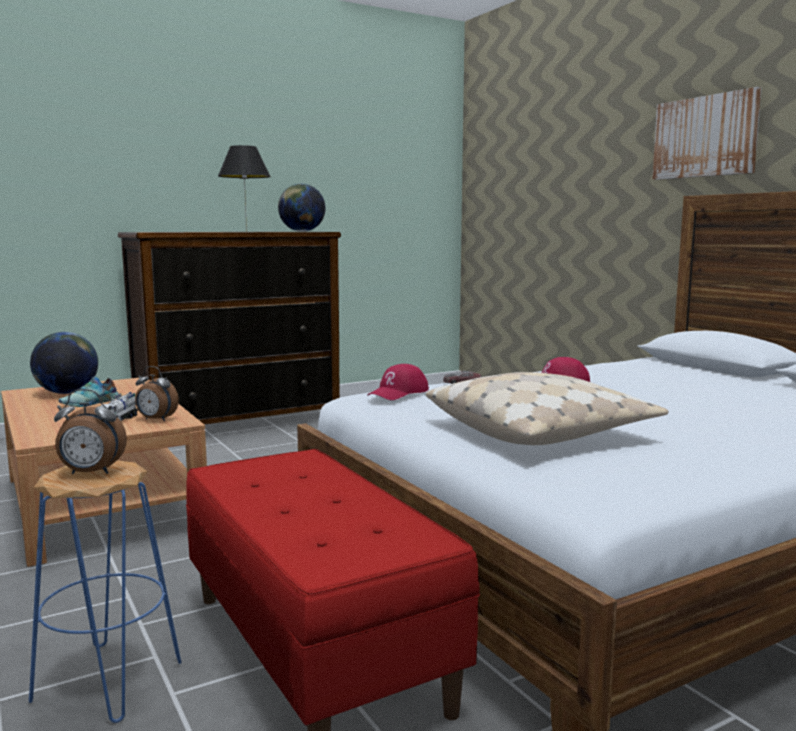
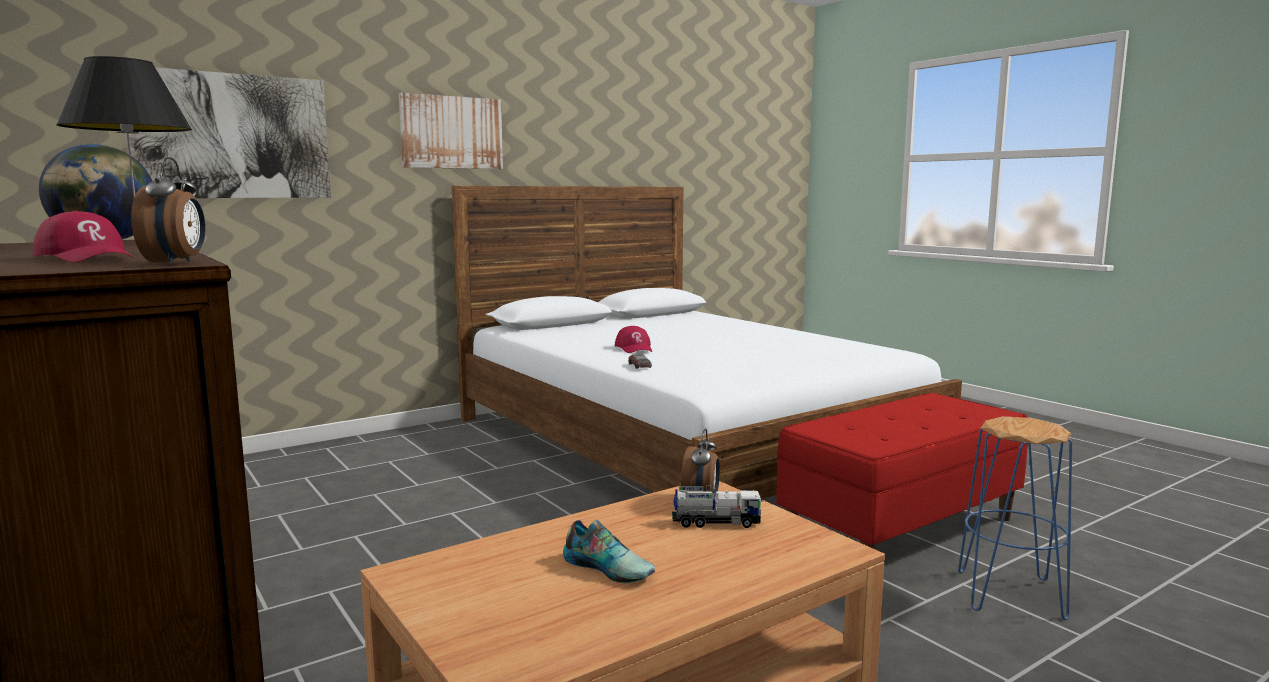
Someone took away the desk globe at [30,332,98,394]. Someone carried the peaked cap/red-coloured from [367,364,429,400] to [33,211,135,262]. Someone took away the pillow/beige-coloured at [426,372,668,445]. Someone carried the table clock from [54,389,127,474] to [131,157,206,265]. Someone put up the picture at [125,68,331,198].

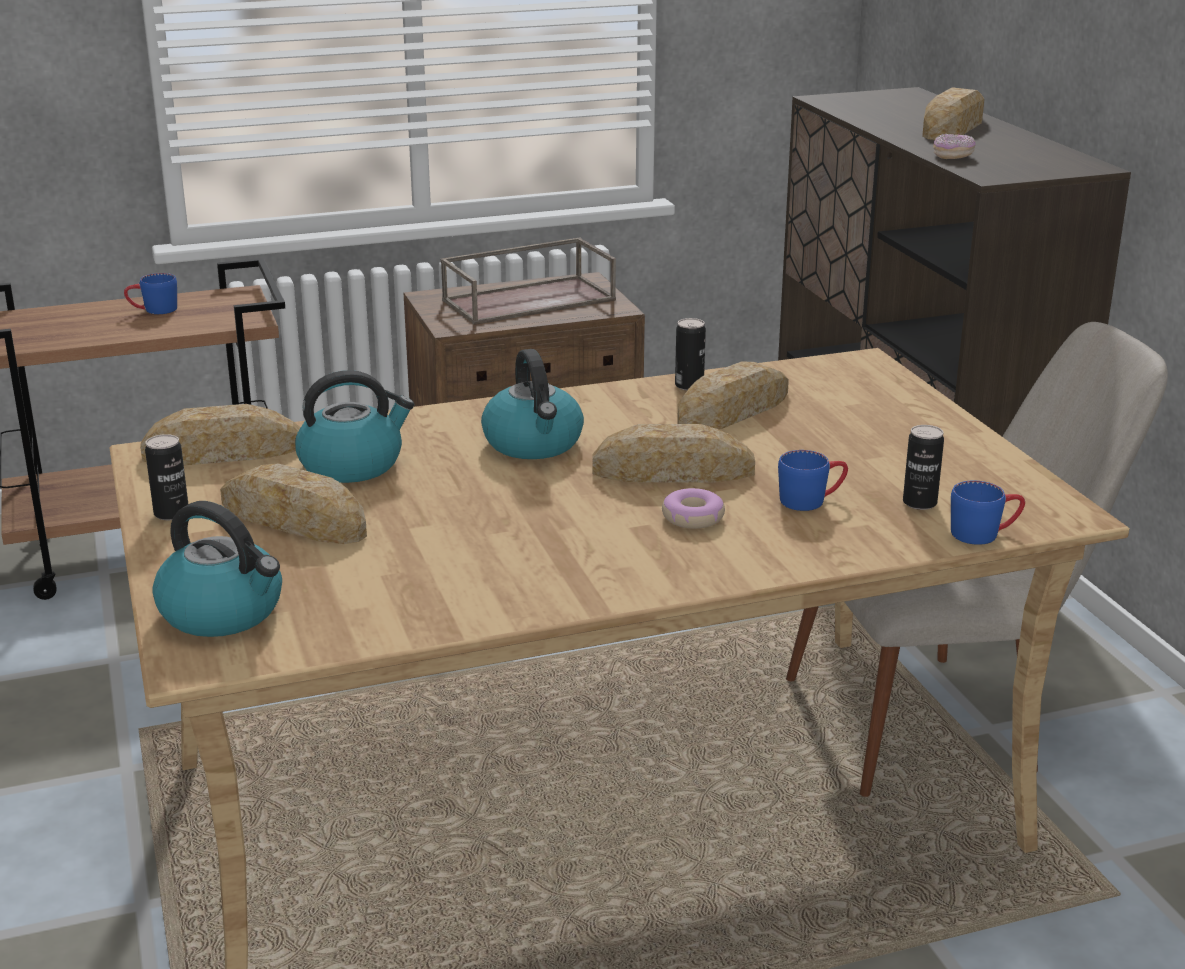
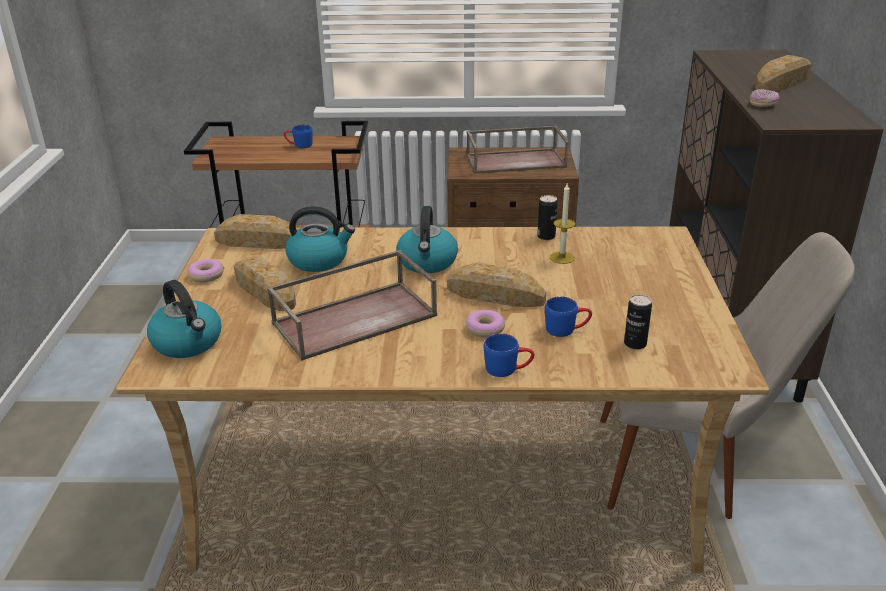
Someone swapped the bakery bread at [677,361,789,429] for the wax light at [550,184,575,264]. Someone swapped the can at [145,434,188,520] for the doughnut at [187,259,224,282]. Someone carried the coffee mug/blue from [951,481,1025,545] to [484,333,534,377]. Someone put down the carrying tray/brown-coloured at [267,250,437,361].

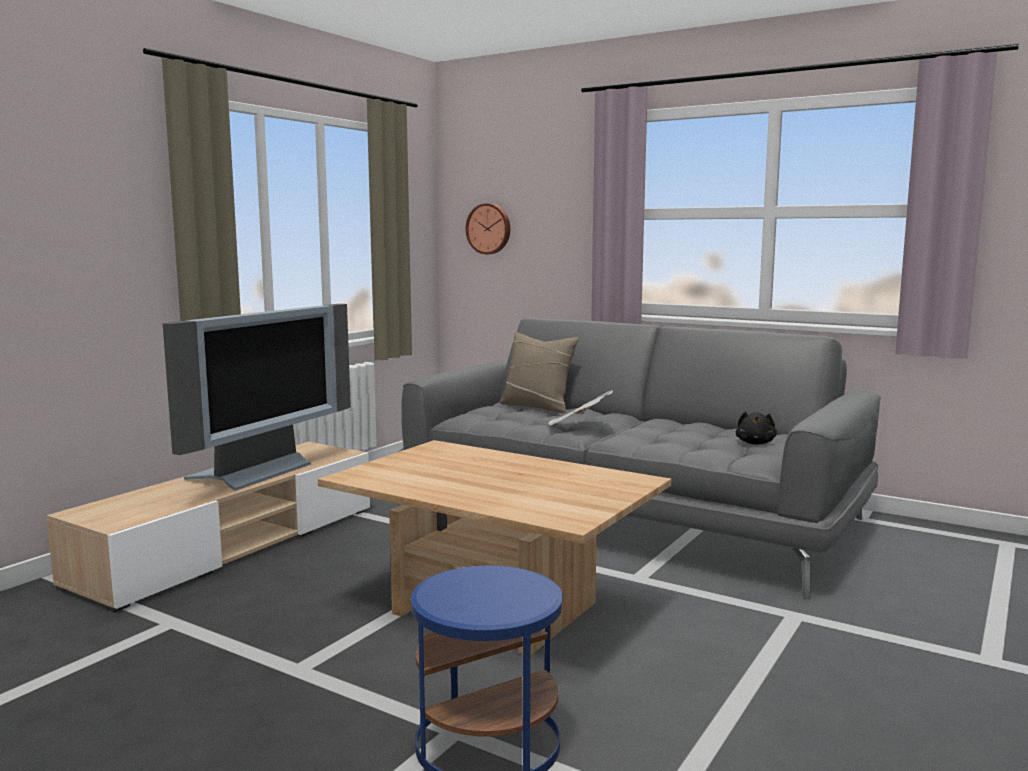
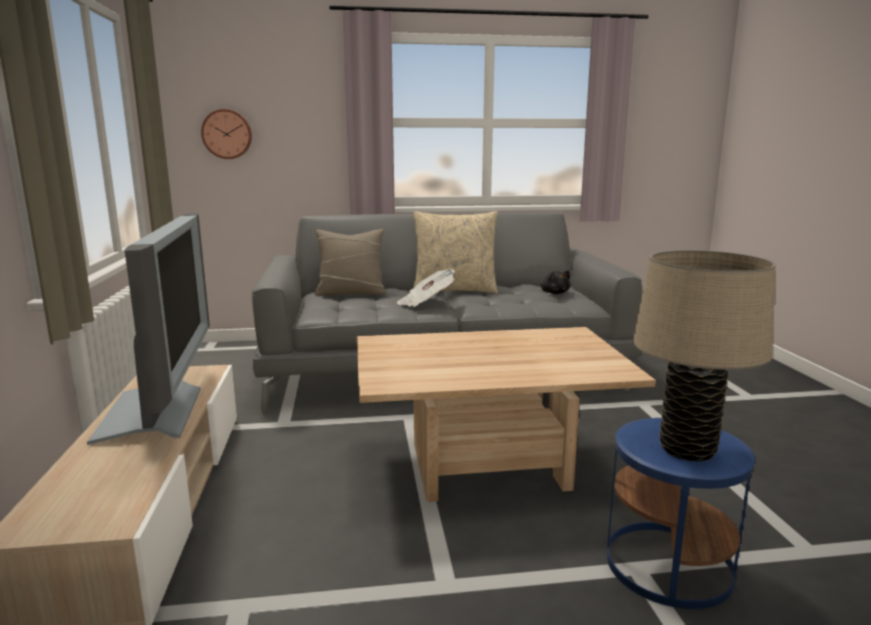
Someone put down the pillow/beige-coloured at [413,211,498,294]. Someone put down the tabletop lamp/beige-coloured at [633,250,775,461].

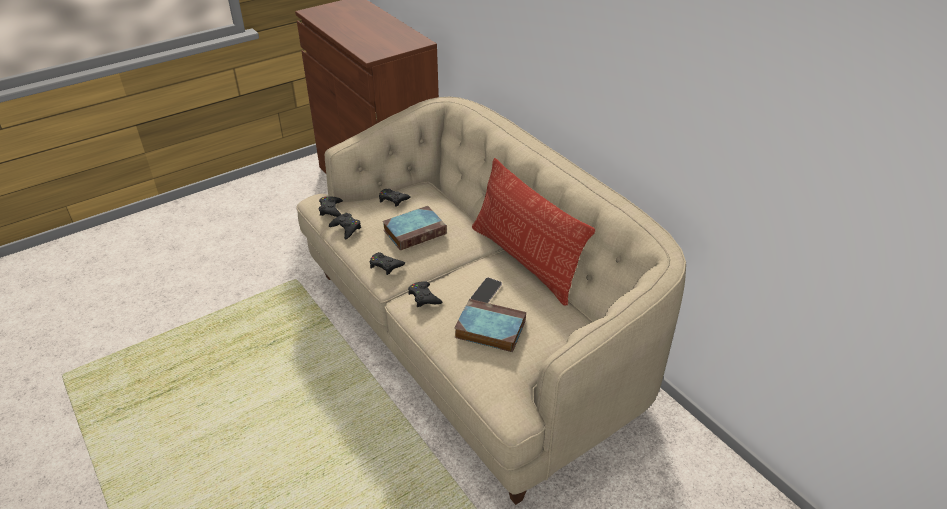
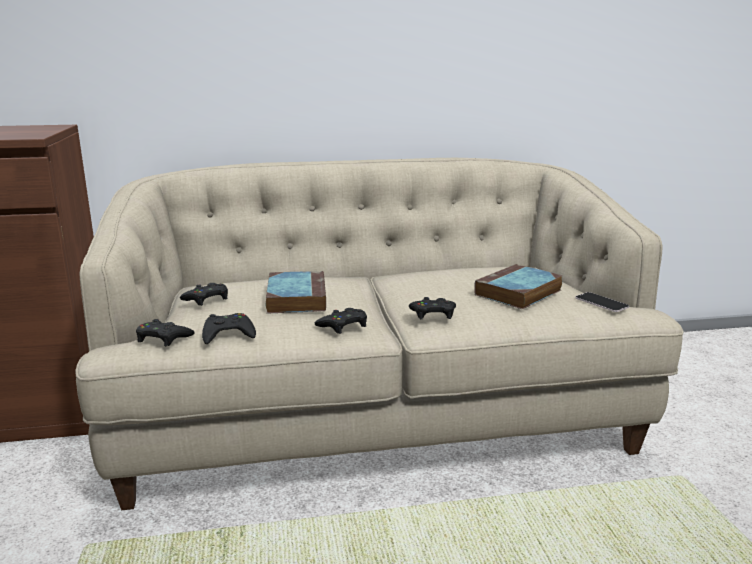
Someone took away the pillow at [472,158,595,306]. Someone carried the phone from [471,277,502,303] to [575,292,629,312].

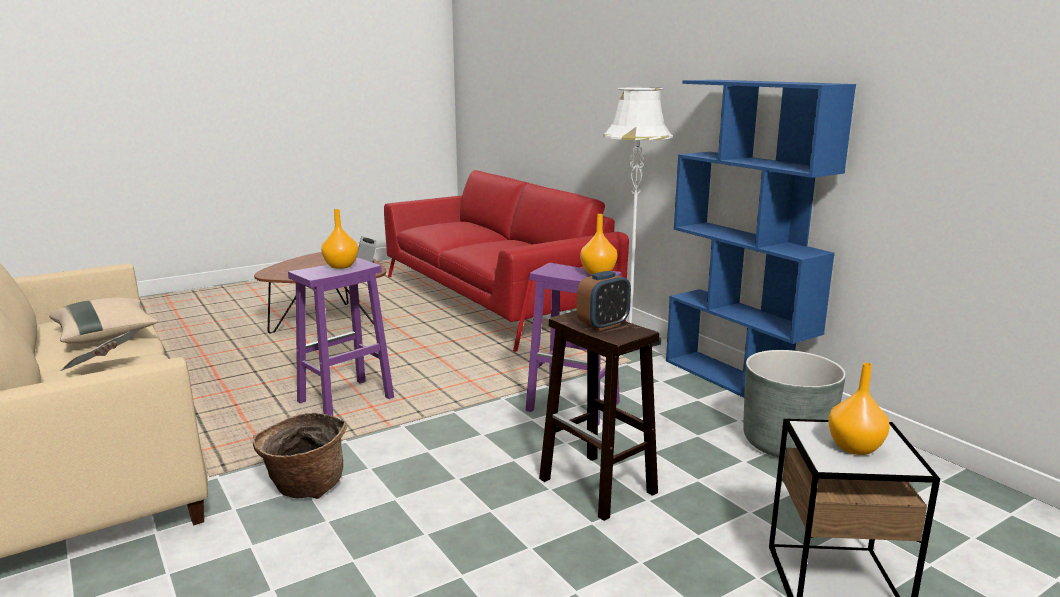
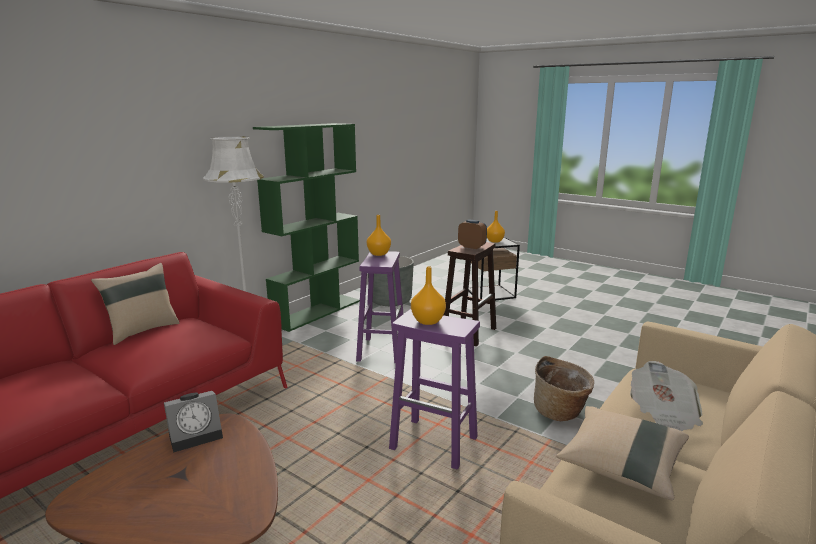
Someone repainted the shelving unit/blue at [666,80,856,398], which became the shelving unit/green-coloured at [253,123,360,332]. Someone put down the pillow/beige-coloured at [91,263,179,345].

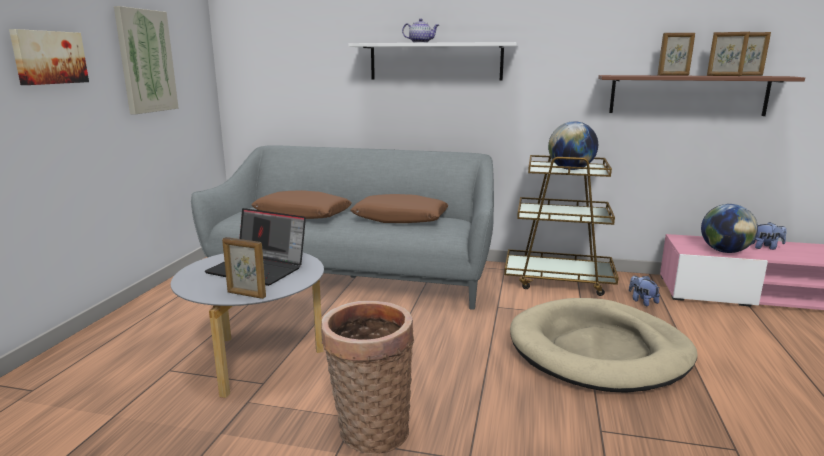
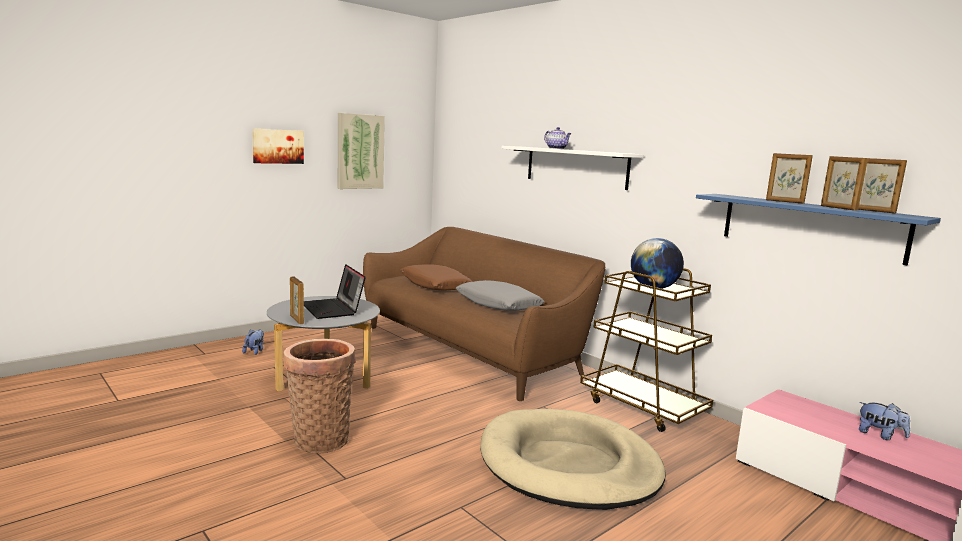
Someone repainted the shelf/brown-coloured at [598,75,805,116], which became the shelf/blue at [696,194,941,265]. Someone repainted the couch/gray at [191,145,494,310], which became the couch/brown-coloured at [363,227,605,401]. Someone repainted the pillow/brown-coloured at [351,194,448,223], which became the pillow/gray at [456,280,545,311]. Someone took away the desk globe at [701,204,758,253]. Someone carried the plush toy from [629,276,660,306] to [242,329,264,355].

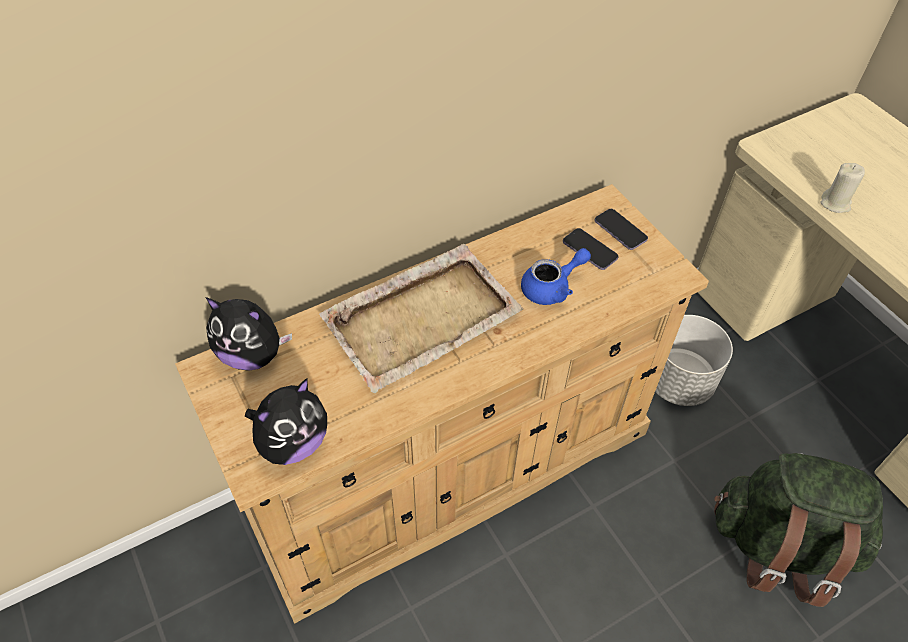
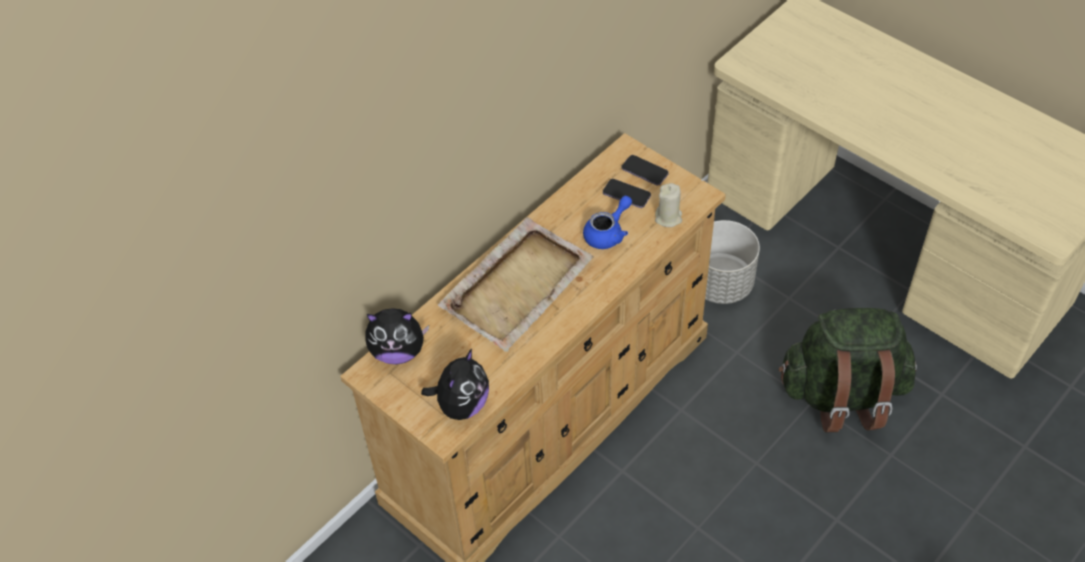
Someone carried the wax light/beige-coloured from [820,163,865,213] to [655,183,682,227].

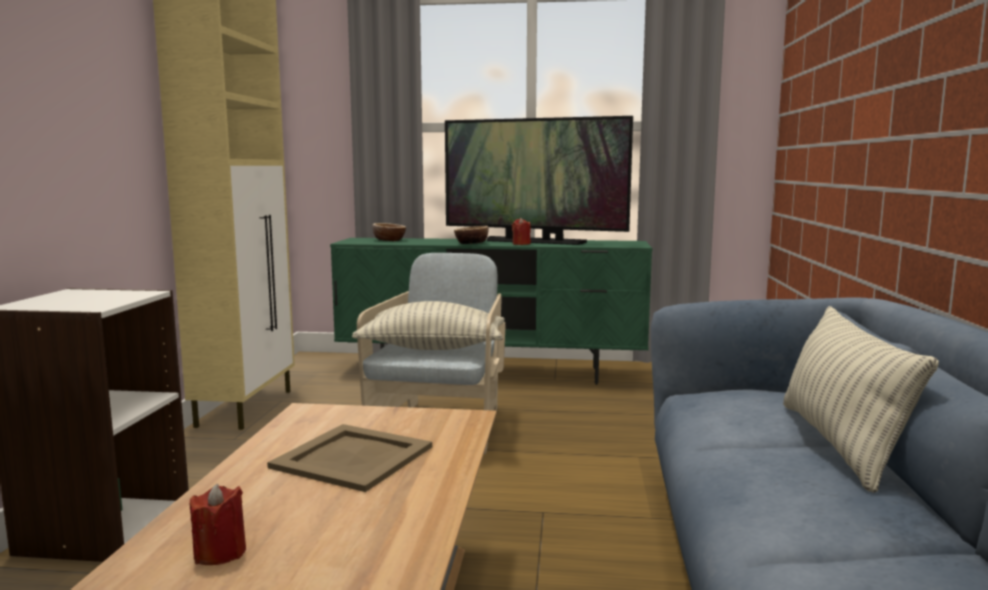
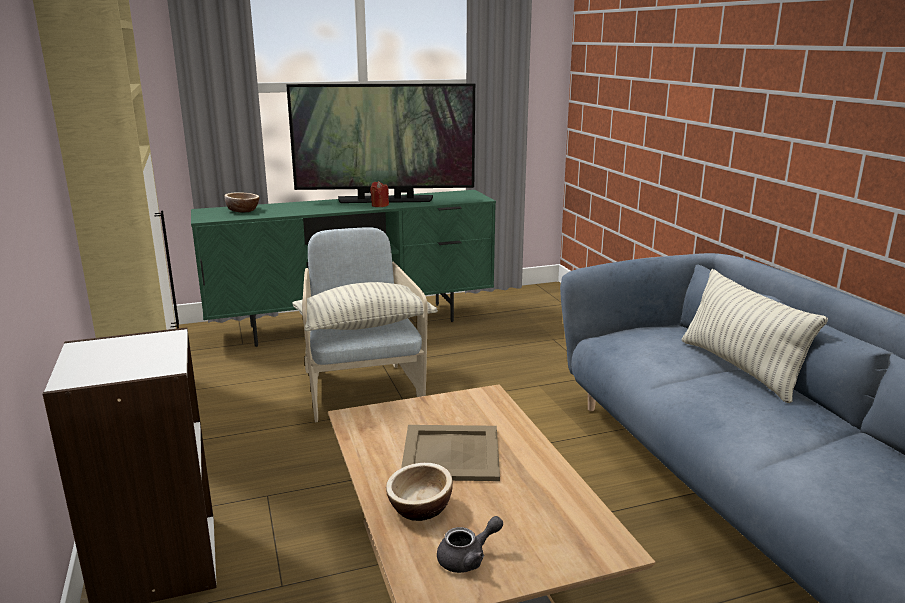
Someone carried the serving bowl from [454,226,489,244] to [386,463,453,521]. Someone swapped the wax light/red-coloured at [190,483,246,565] for the pot for tea/gray at [437,516,503,573].

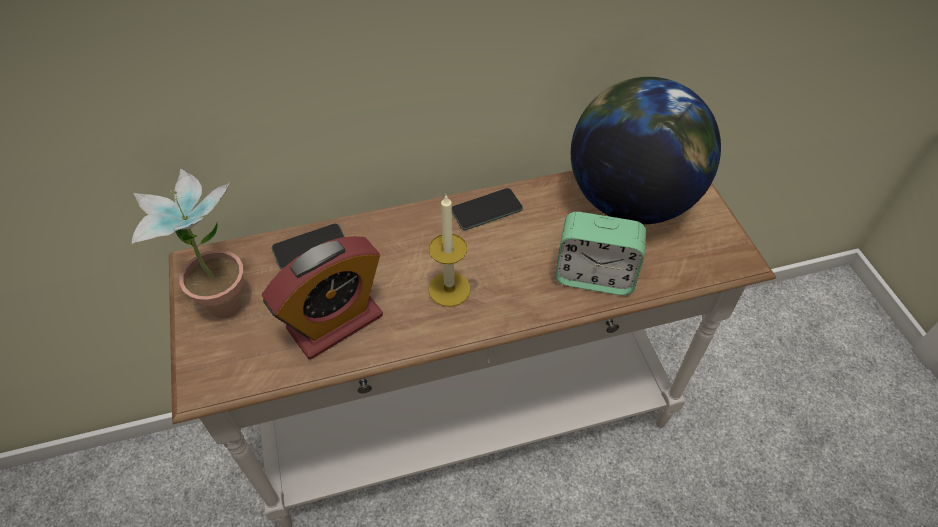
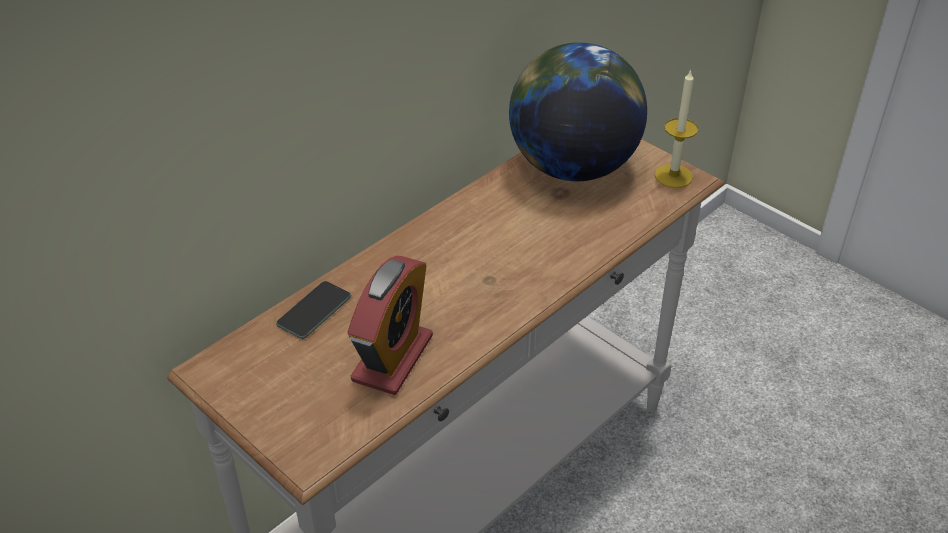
Someone took away the houseplant at [132,169,244,318]. Someone took away the phone at [452,188,523,230]. Someone carried the wax light from [428,195,471,307] to [655,69,698,188]. Someone took away the table clock at [555,212,646,295].

